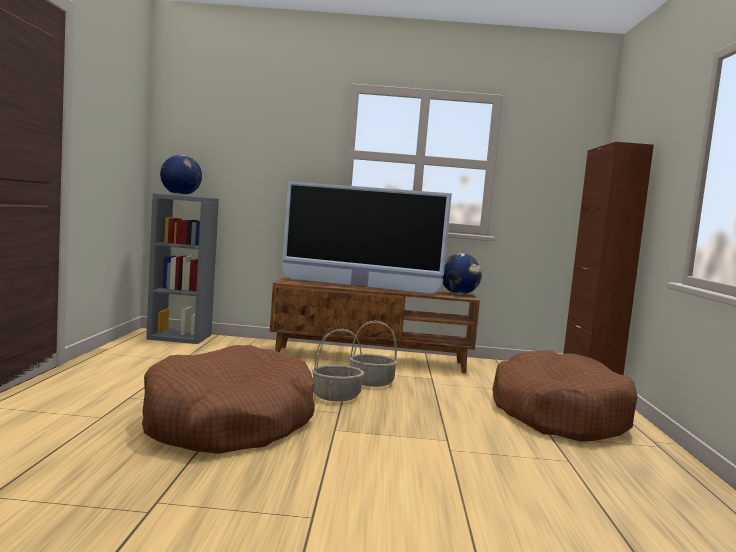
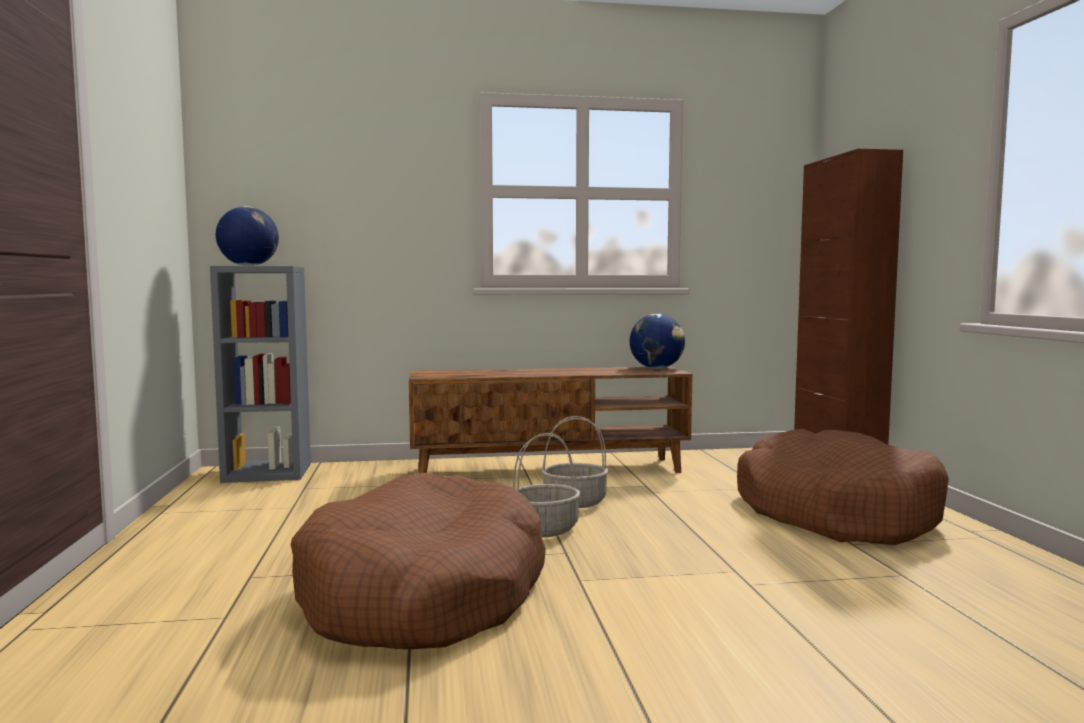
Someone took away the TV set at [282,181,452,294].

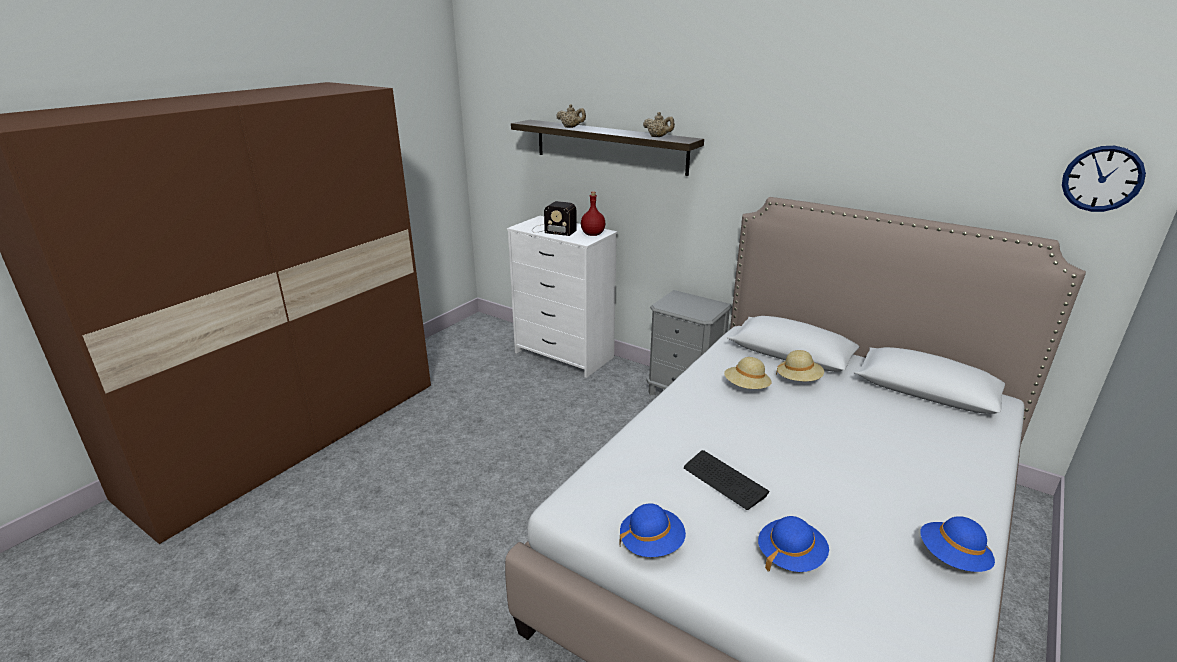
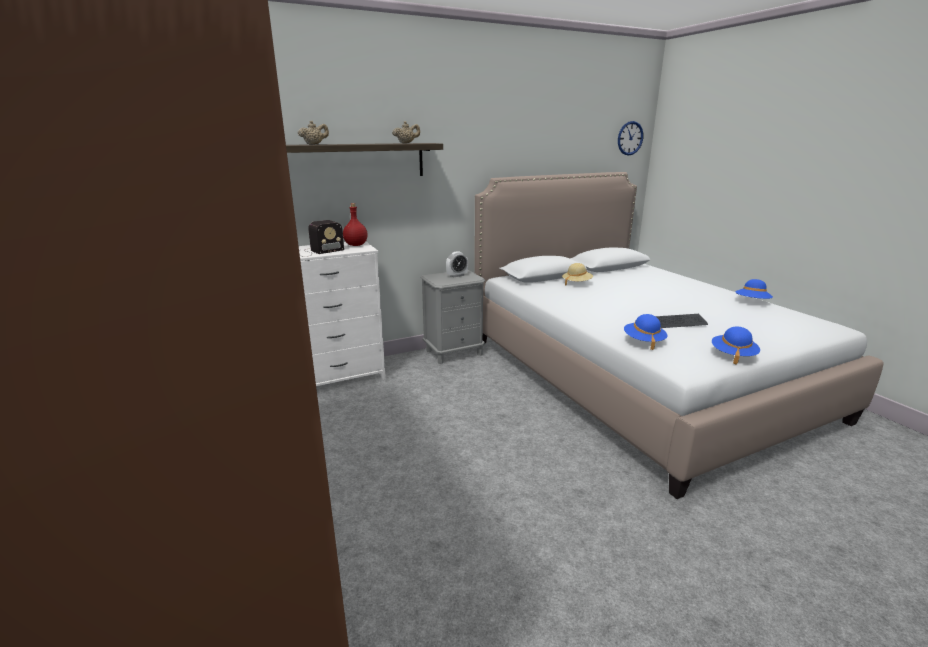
Someone took away the wearable hat/beige-coloured at [724,357,772,389]. Someone carried the wearable hat/blue from [758,516,829,572] to [624,314,667,350]. Someone put down the table clock at [446,251,468,278].

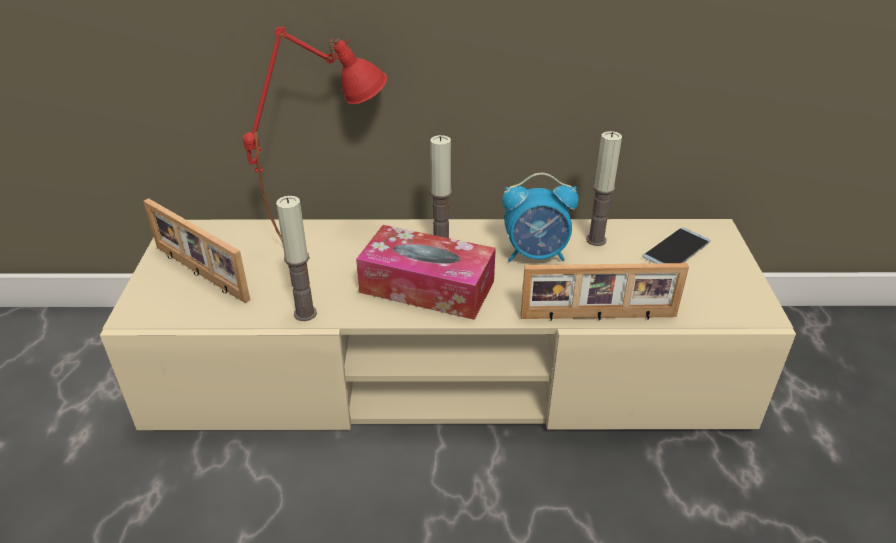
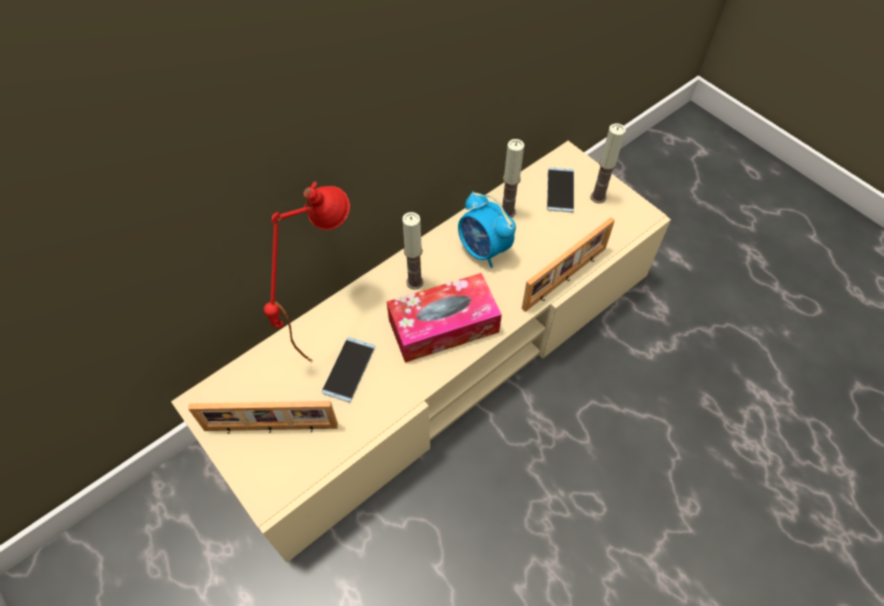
Someone rotated the table clock at [502,173,579,262] by 90 degrees clockwise. Someone carried the wax light from [276,196,317,321] to [590,123,626,203]. Someone put down the phone at [322,337,375,403].

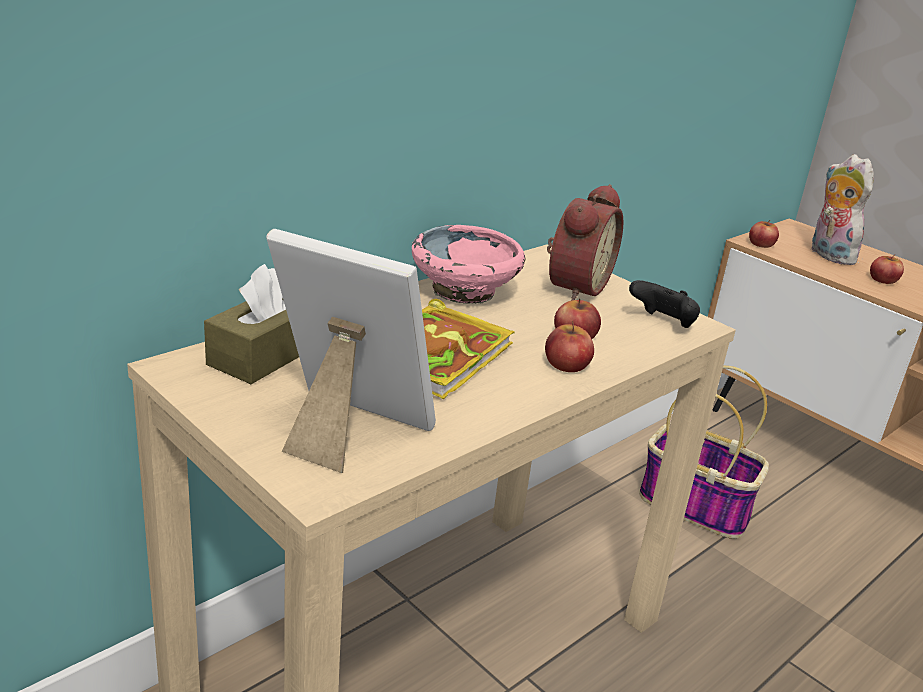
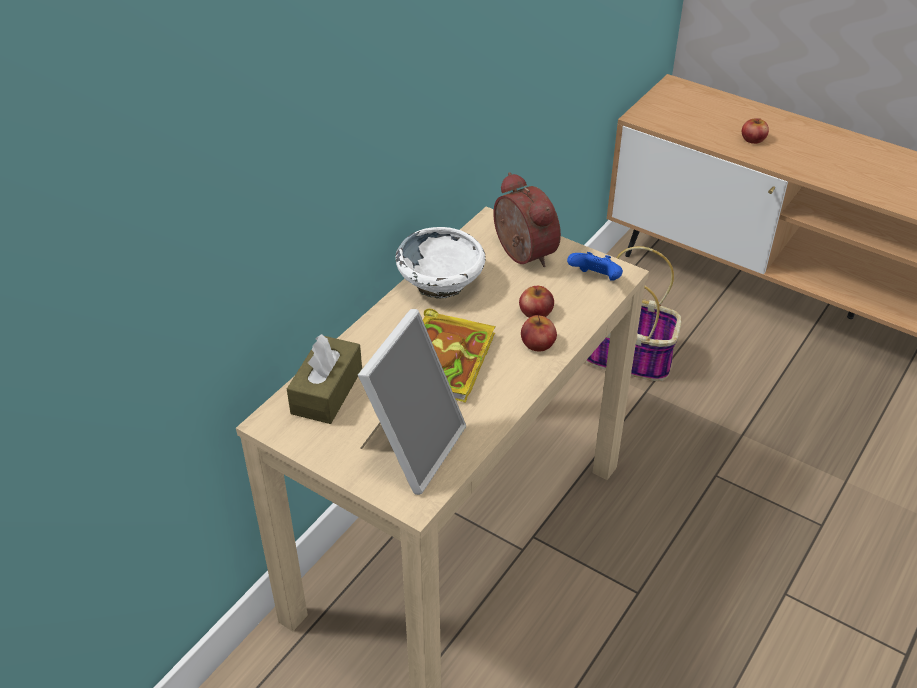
Someone took away the plush toy at [810,154,874,265]. Someone rotated the table clock at [547,184,623,301] by 45 degrees counterclockwise. Someone took away the whole apple at [749,220,779,248]. Someone repainted the serving bowl/pink at [412,225,526,304], which became the serving bowl/white-coloured at [396,227,486,299]. Someone rotated the standing frame at [266,229,436,473] by 105 degrees clockwise. Someone repainted the joypad/black at [629,280,700,328], which became the joypad/blue at [567,252,623,281].

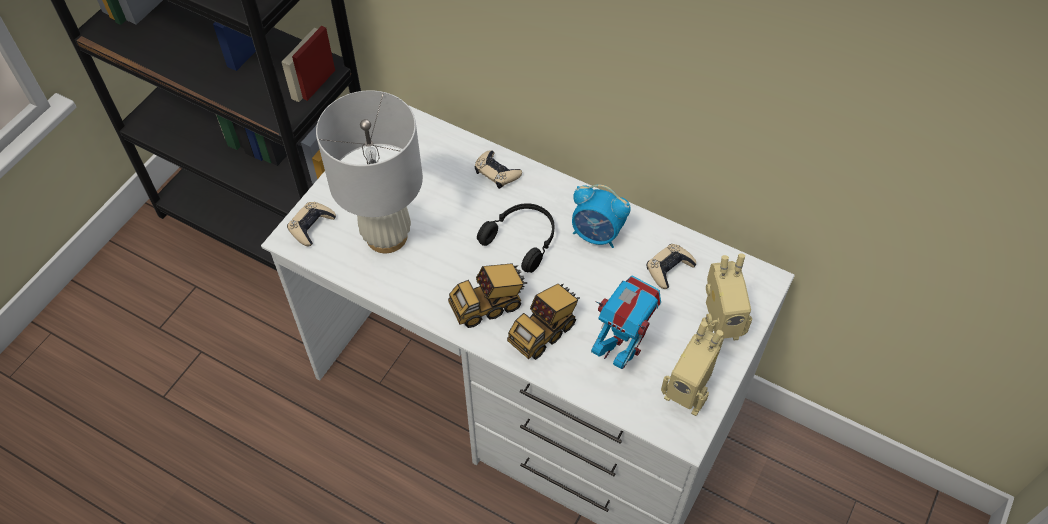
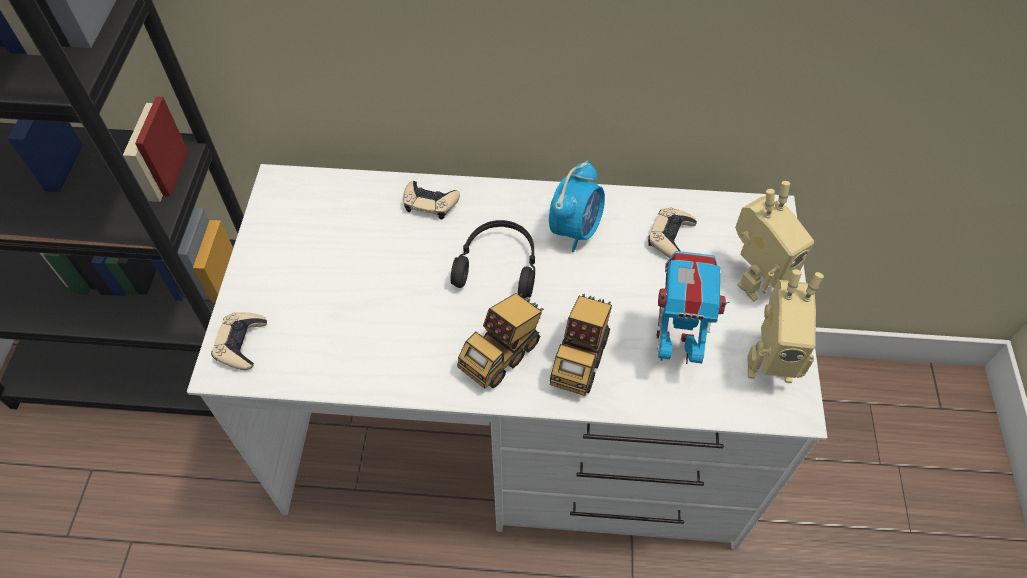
Someone took away the tabletop lamp/white-coloured at [316,90,423,253]. Someone rotated the table clock at [572,185,631,248] by 60 degrees counterclockwise.

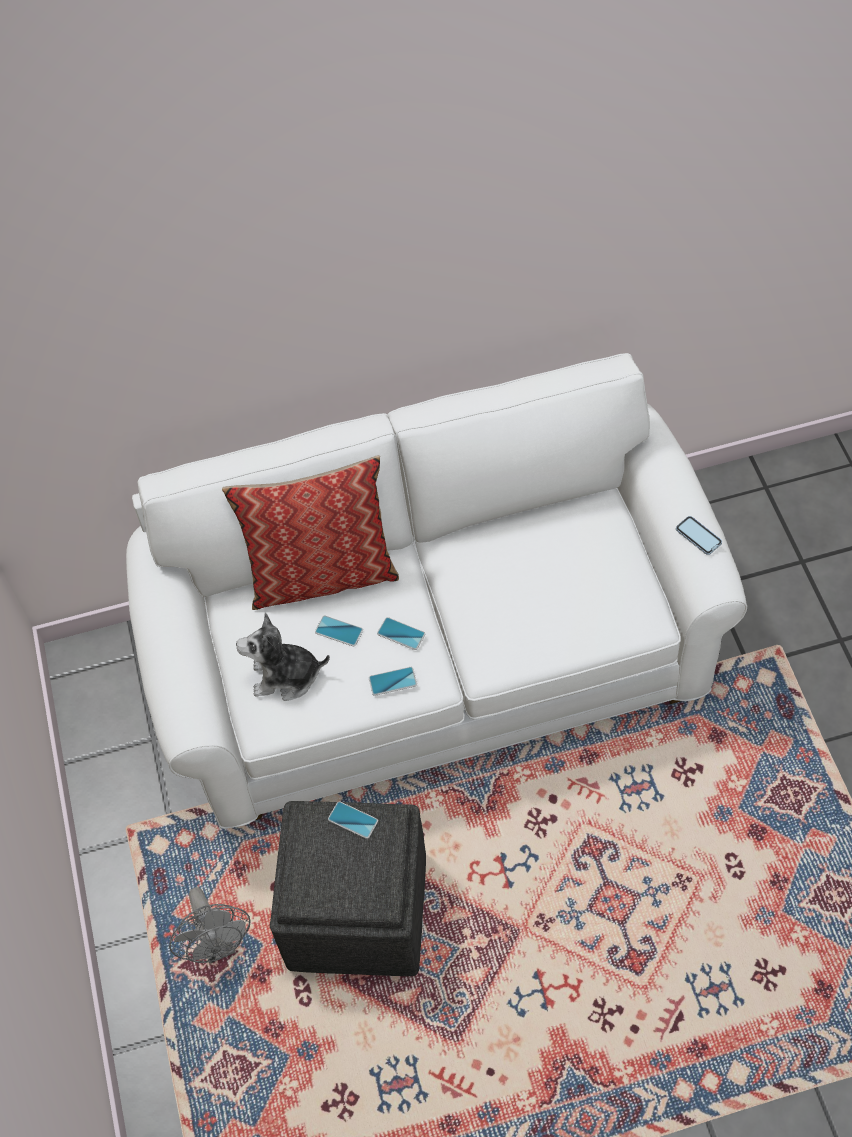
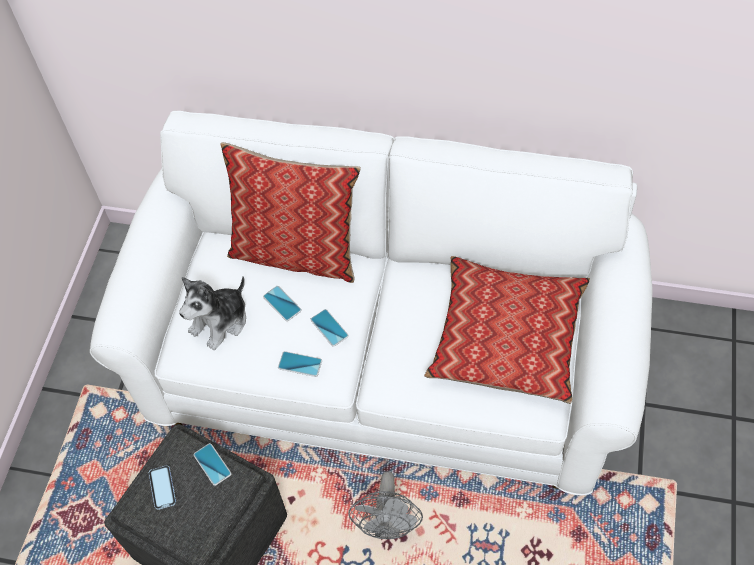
Someone carried the phone from [676,516,722,555] to [149,465,176,510]. Someone rotated the plush toy at [236,612,330,701] by 75 degrees counterclockwise. Someone carried the cooling fan/gray from [169,887,250,964] to [348,471,423,539]. Someone put down the pillow at [424,256,590,404].

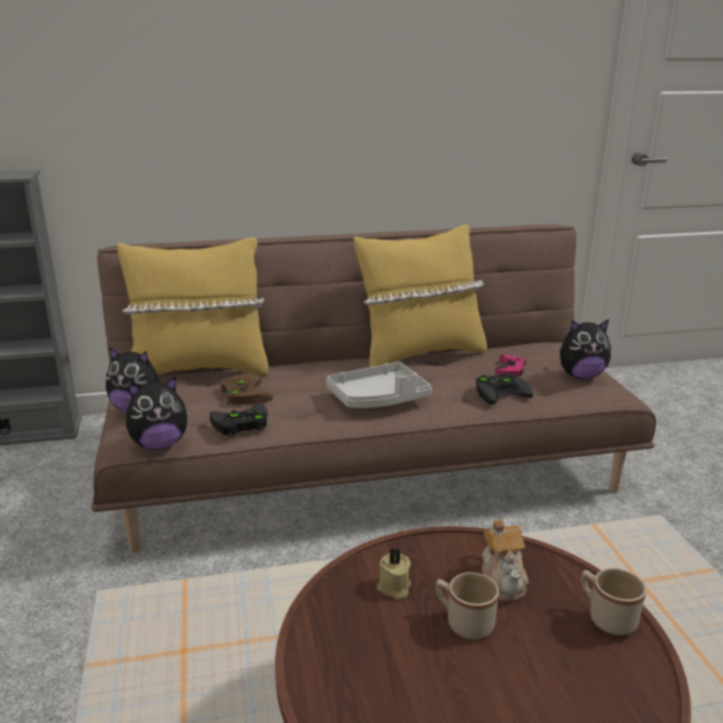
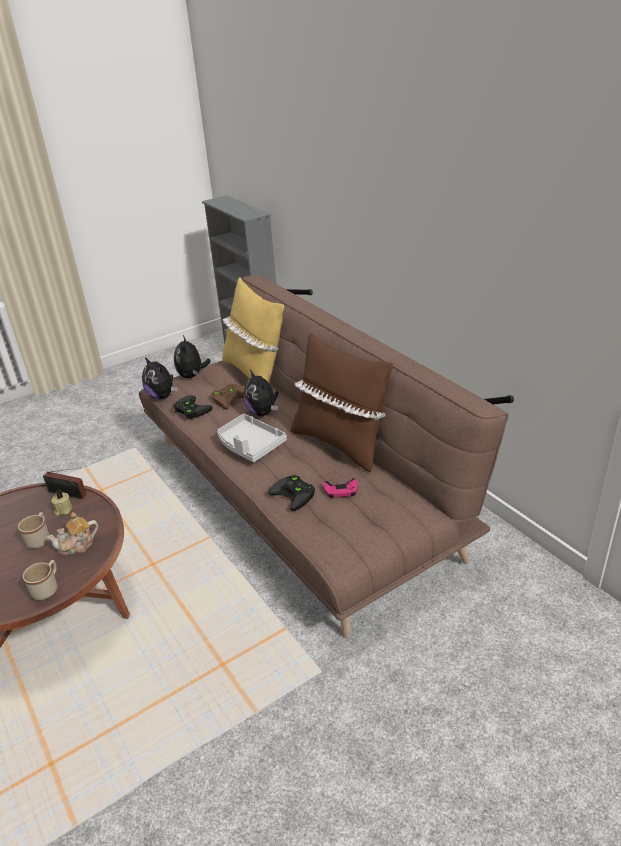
Someone repainted the pillow/yellowish at [354,225,487,367], which became the pillow/brown-coloured at [290,333,393,472]. Someone carried the plush toy from [560,319,611,380] to [244,370,278,416]. Someone put down the radio receiver at [43,467,87,499].

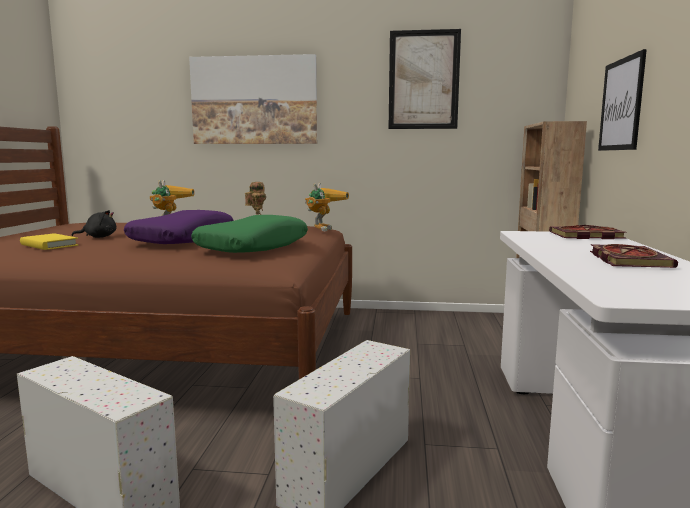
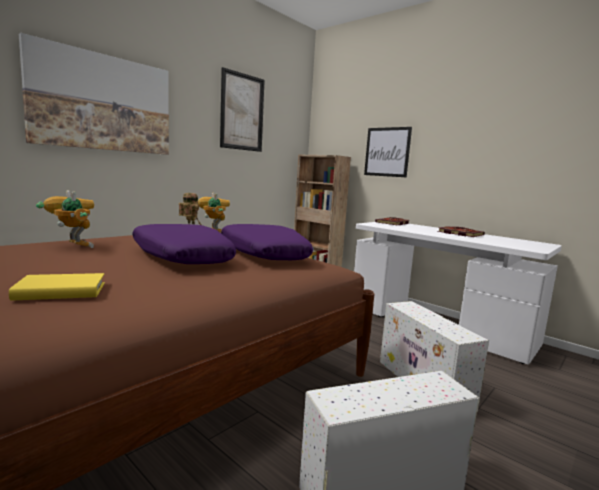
Someone took away the plush toy/black at [71,210,116,238]. Someone repainted the pillow/green-coloured at [191,215,308,253], which became the pillow/purple-coloured at [221,224,313,260].

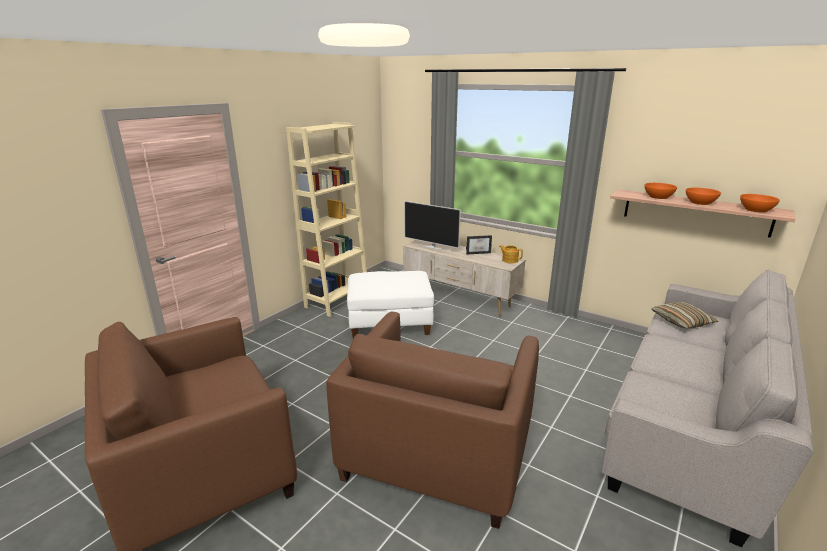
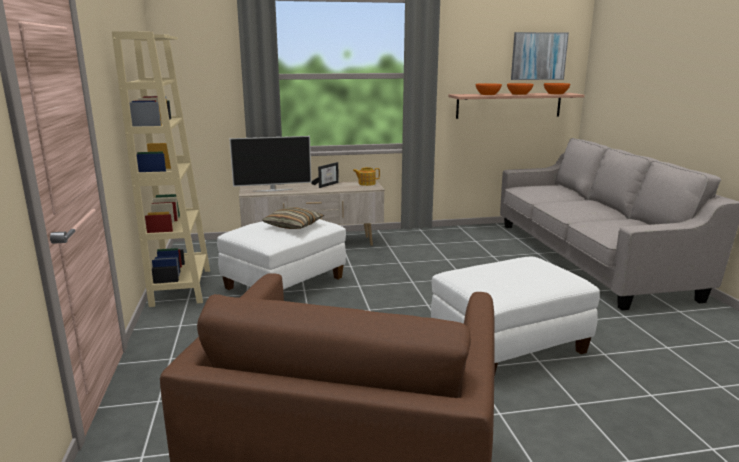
Someone carried the pillow from [651,302,718,329] to [262,207,324,229]. Someone swapped the easy chair/brown-coloured at [326,312,539,529] for the ottoman/white-coloured at [431,257,600,377]. Someone put up the picture at [511,32,569,80].

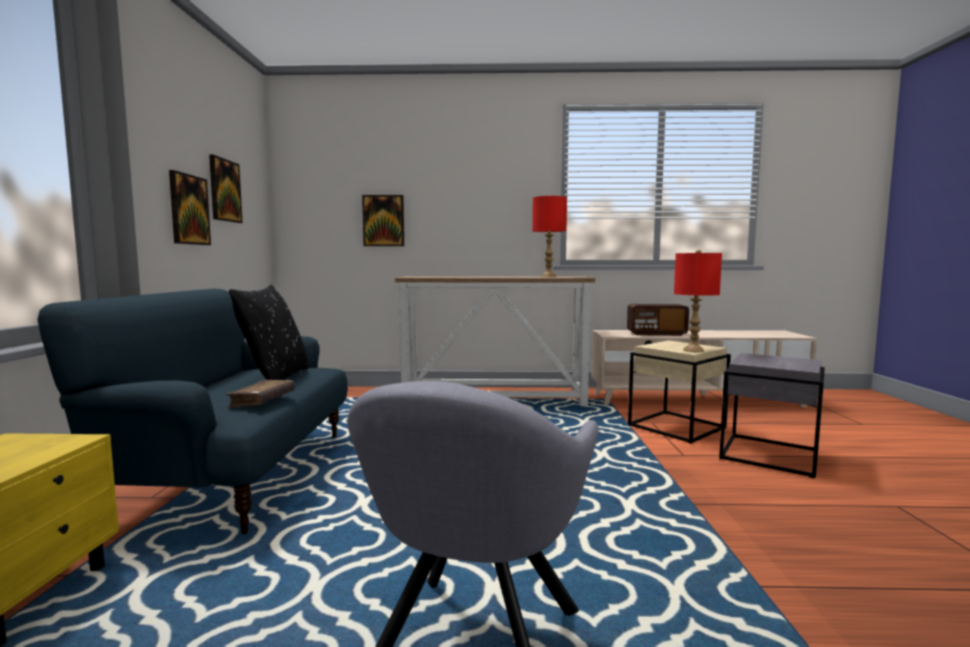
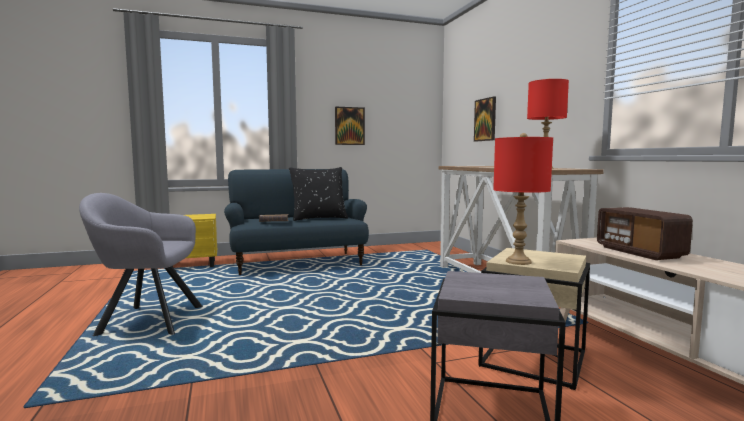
Someone took away the picture at [209,155,243,223].

